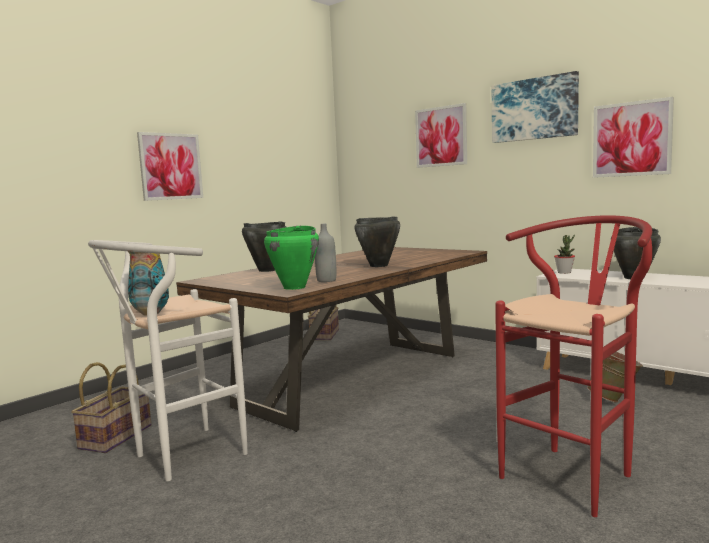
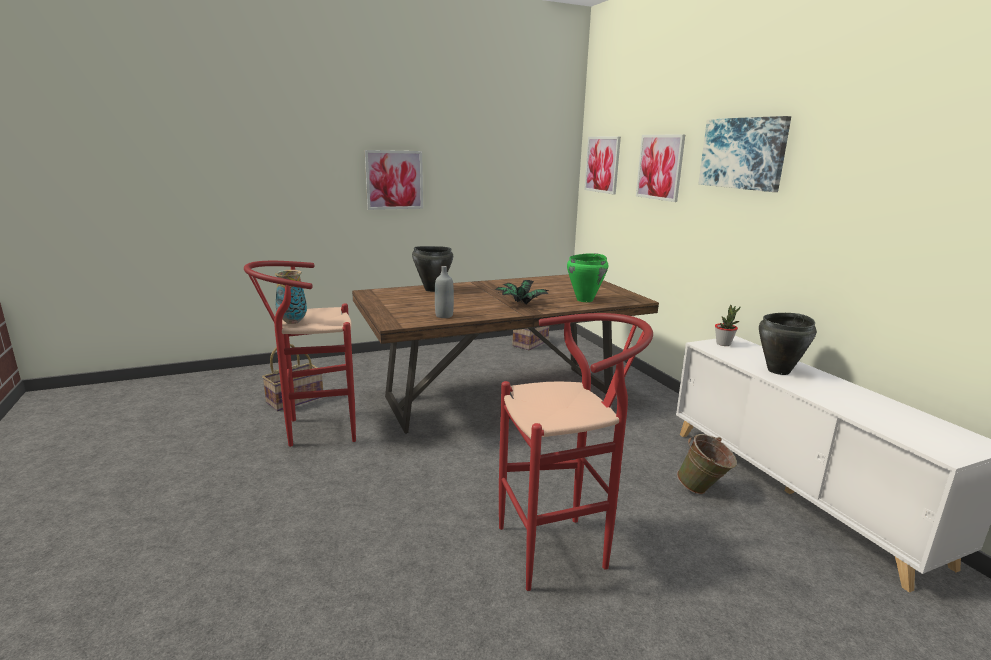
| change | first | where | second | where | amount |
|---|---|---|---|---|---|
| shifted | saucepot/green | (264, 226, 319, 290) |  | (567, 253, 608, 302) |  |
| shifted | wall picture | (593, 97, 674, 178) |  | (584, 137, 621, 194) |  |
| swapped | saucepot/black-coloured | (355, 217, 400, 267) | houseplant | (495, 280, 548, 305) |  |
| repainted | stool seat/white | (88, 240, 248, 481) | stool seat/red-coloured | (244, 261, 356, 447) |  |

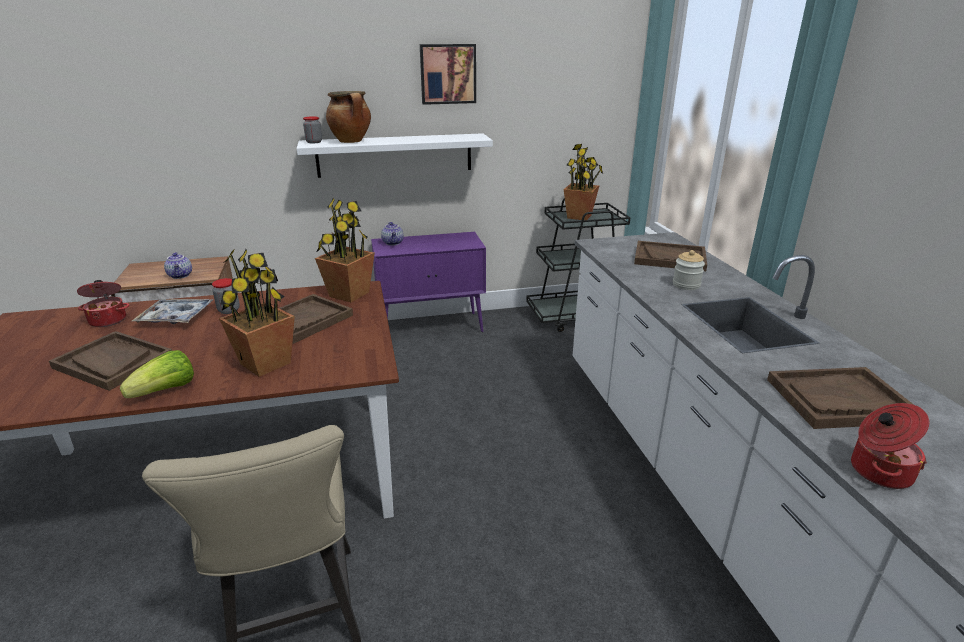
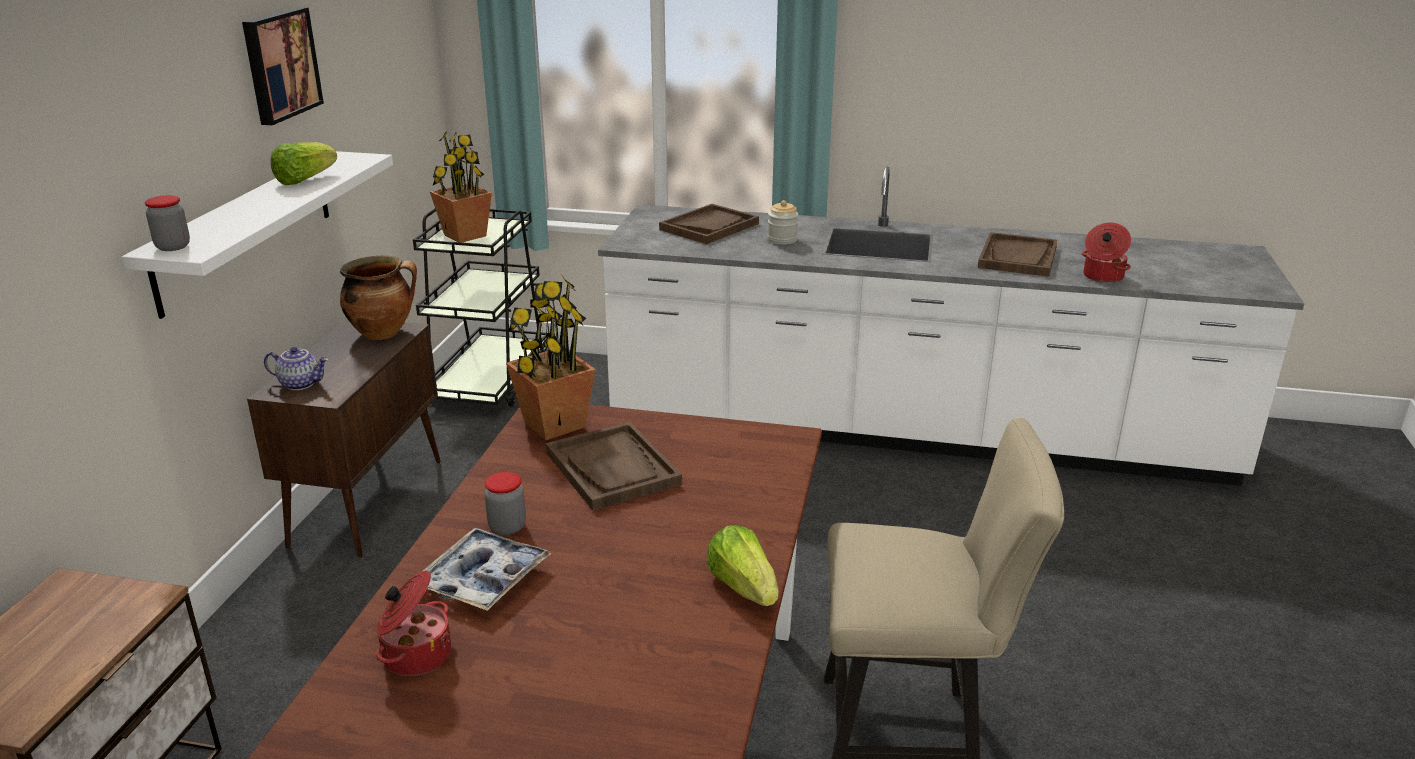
| change | first | where | second | where | amount |
|---|---|---|---|---|---|
| gone | serving tray/brown-coloured | (49, 331, 172, 391) |  |  |  |
| gone | teapot | (164, 252, 192, 279) |  |  |  |
| gone | houseplant | (219, 249, 295, 377) |  |  |  |
| new |  |  | head of lettuce | (271, 142, 337, 185) |  |
| shifted | saucepot | (326, 91, 371, 143) |  | (340, 256, 417, 340) |  |
| repainted | storage cabinet/purplish | (371, 232, 486, 332) | storage cabinet/brown-coloured | (247, 319, 441, 558) |  |

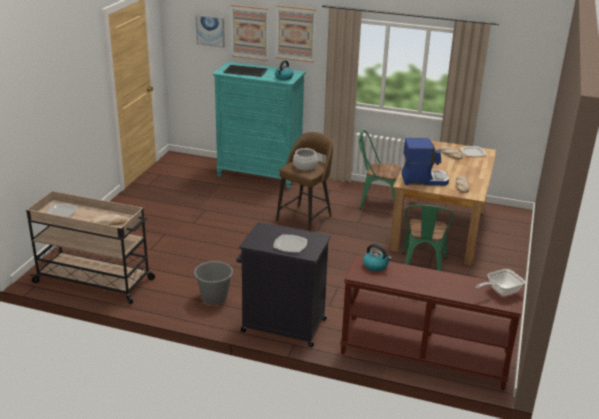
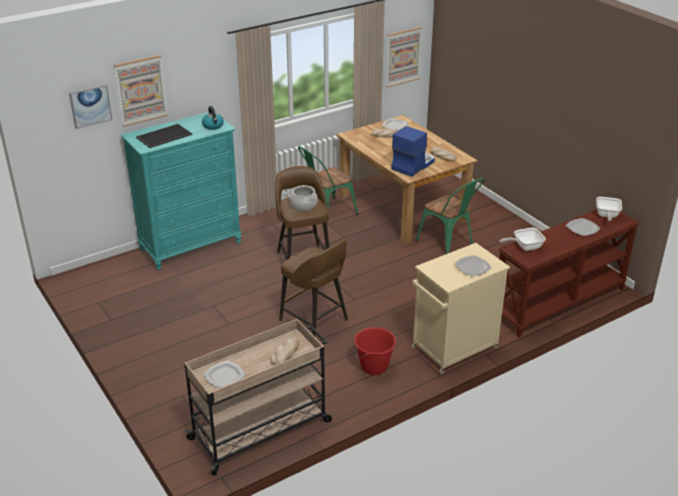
| change | first | where | second | where | amount |
|---|---|---|---|---|---|
| new |  |  | stool seat/brown-coloured | (279, 239, 348, 337) |  |
| new |  |  | dinner plate | (566, 218, 600, 236) |  |
| shifted | wall picture | (276, 5, 316, 63) |  | (386, 27, 422, 88) |  |
| swapped | kettle | (363, 244, 392, 271) | frying pan | (500, 228, 546, 251) |  |
| repainted | bucket/grey | (193, 261, 233, 305) | bucket/red-coloured | (354, 327, 396, 375) |  |
| repainted | storage cabinet/black-coloured | (237, 222, 331, 347) | storage cabinet/sand-coloured | (411, 243, 510, 374) |  |

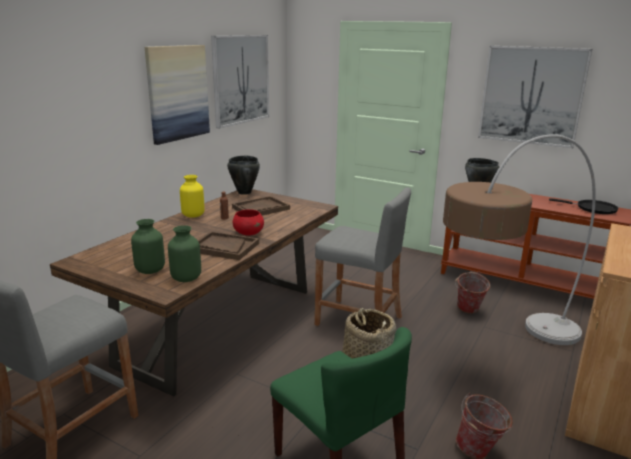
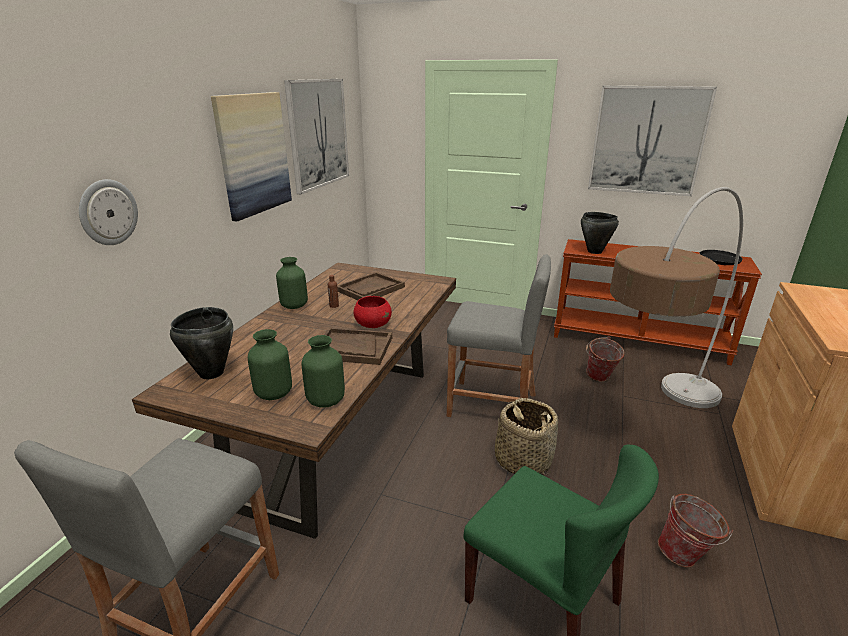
| change | first | where | second | where | amount |
|---|---|---|---|---|---|
| new |  |  | wall clock | (79, 179, 138, 245) |  |
| shifted | saucepot/black-coloured | (227, 156, 260, 195) |  | (170, 307, 233, 379) |  |
| repainted | flower vase/yellow | (180, 175, 205, 218) | flower vase/green | (276, 257, 308, 309) |  |

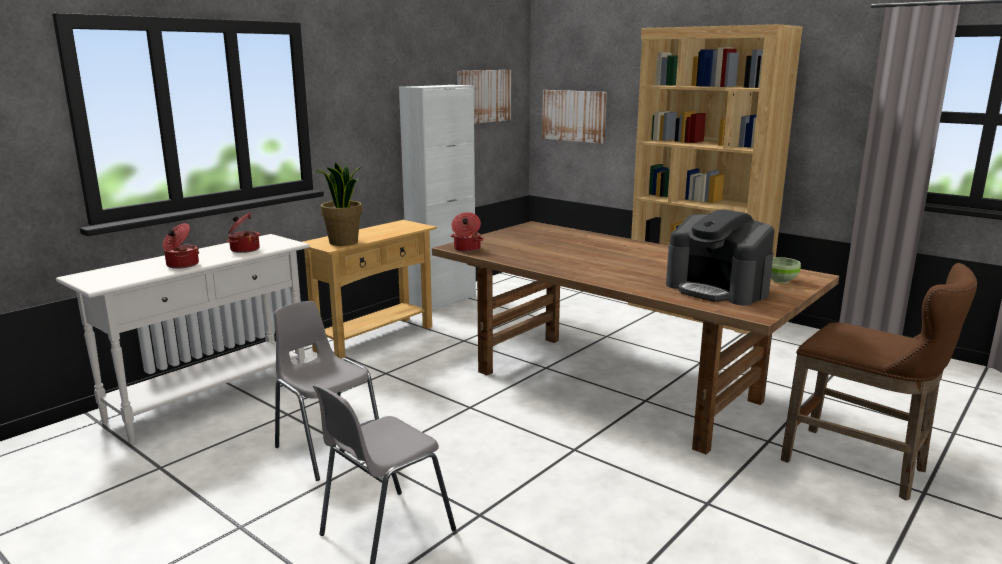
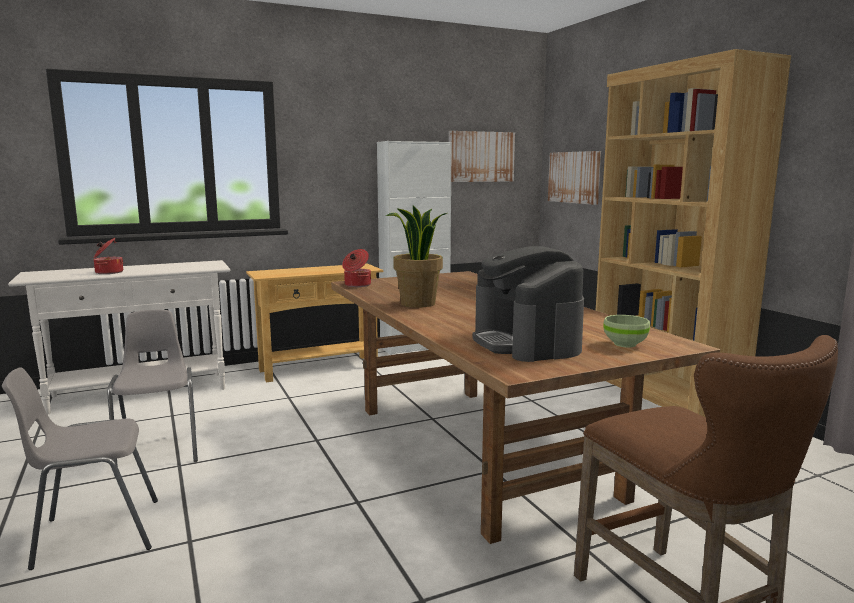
| change | first | where | second | where | amount |
|---|---|---|---|---|---|
| gone | saucepot | (227, 212, 260, 253) |  |  |  |
| shifted | houseplant | (314, 163, 362, 246) |  | (386, 205, 447, 308) |  |

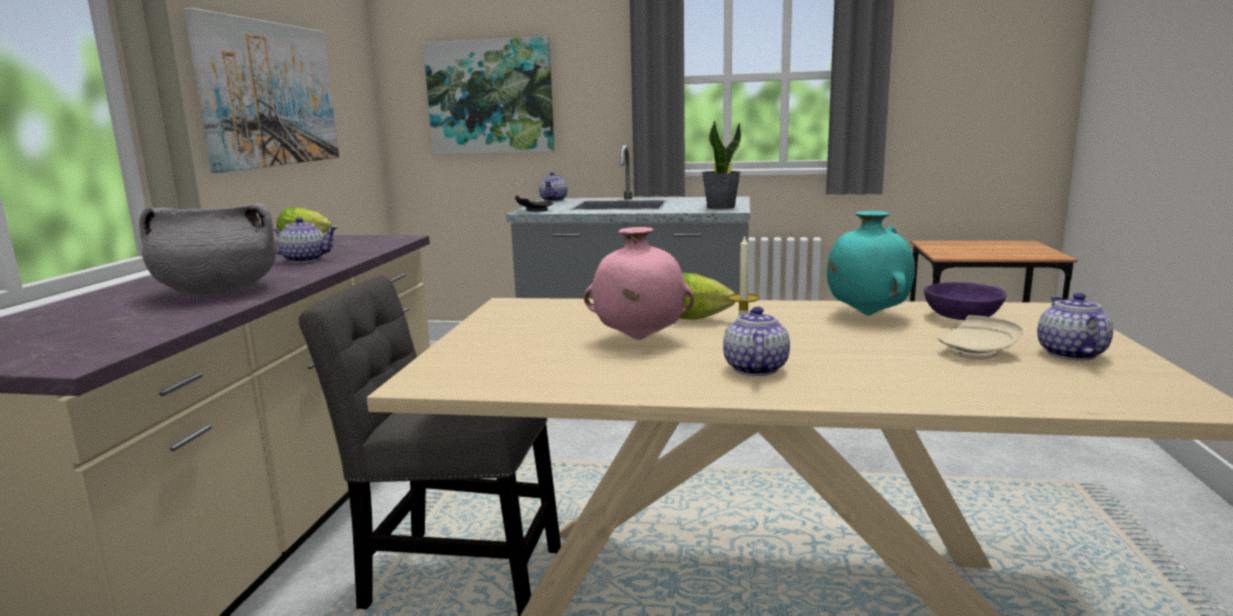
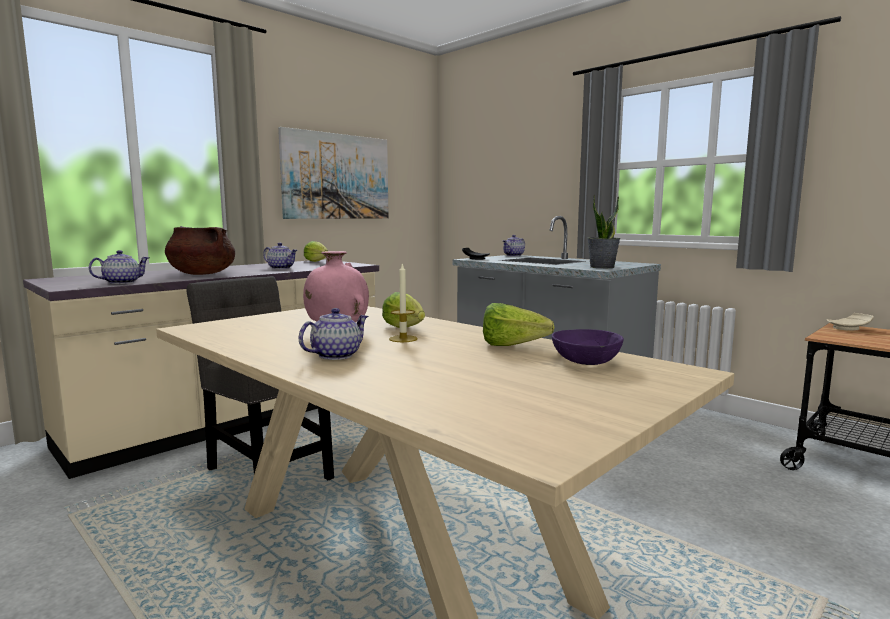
| change | first | where | second | where | amount |
|---|---|---|---|---|---|
| gone | wall picture | (423, 36, 555, 154) |  |  |  |
| shifted | dinner plate/sand-coloured | (937, 315, 1023, 360) |  | (826, 313, 874, 331) |  |
| shifted | teapot | (1037, 293, 1113, 361) |  | (89, 250, 149, 284) |  |
| swapped | flower vase/turquoise-coloured | (827, 211, 915, 316) | head of lettuce | (483, 303, 555, 346) |  |
| repainted | saucepot/grey | (140, 204, 277, 294) | saucepot/brown-coloured | (165, 226, 235, 275) |  |

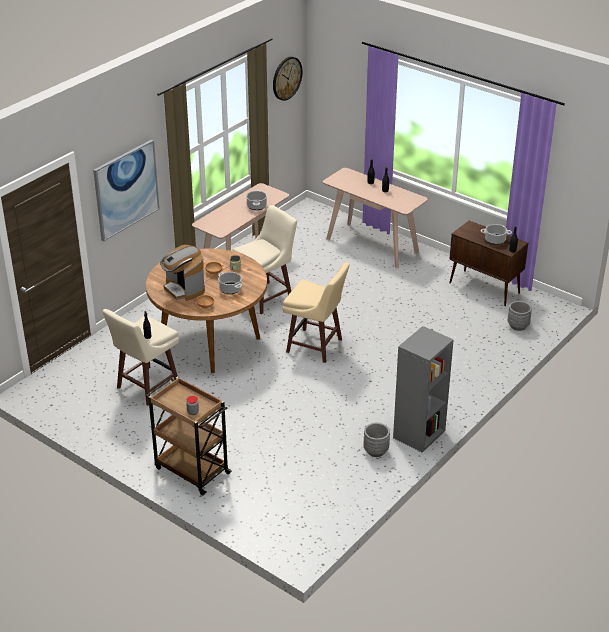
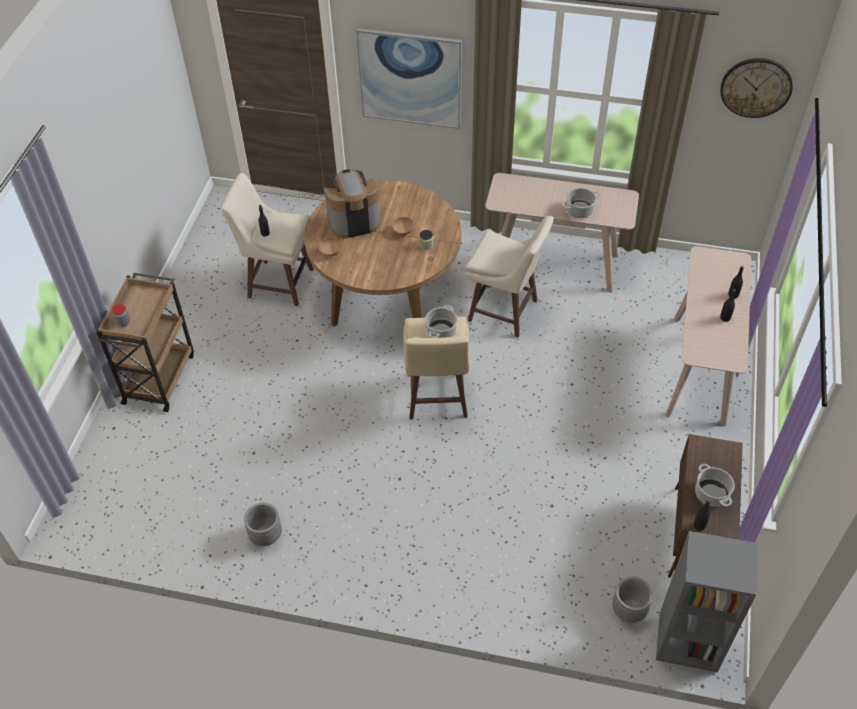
| change | first | where | second | where | amount |
|---|---|---|---|---|---|
| shifted | saucepot | (218, 272, 242, 294) |  | (425, 305, 457, 338) |  |
| shifted | bookcase/grey | (393, 326, 454, 453) |  | (656, 531, 758, 672) |  |
| rotated | coffee maker | (160, 245, 205, 301) |  | (324, 169, 380, 238) | 45 degrees clockwise |

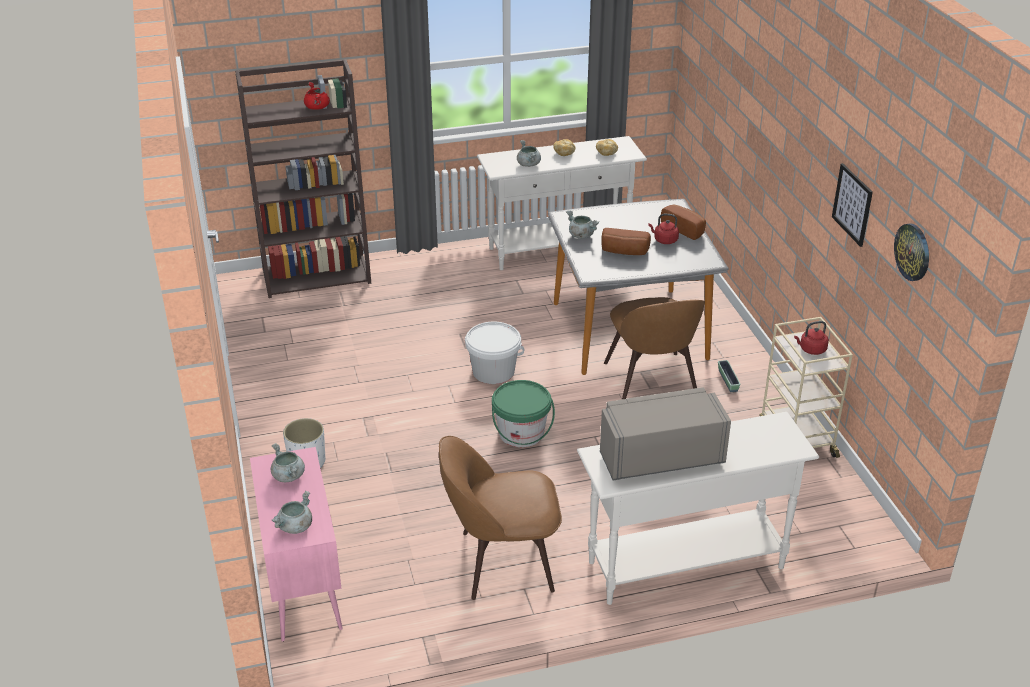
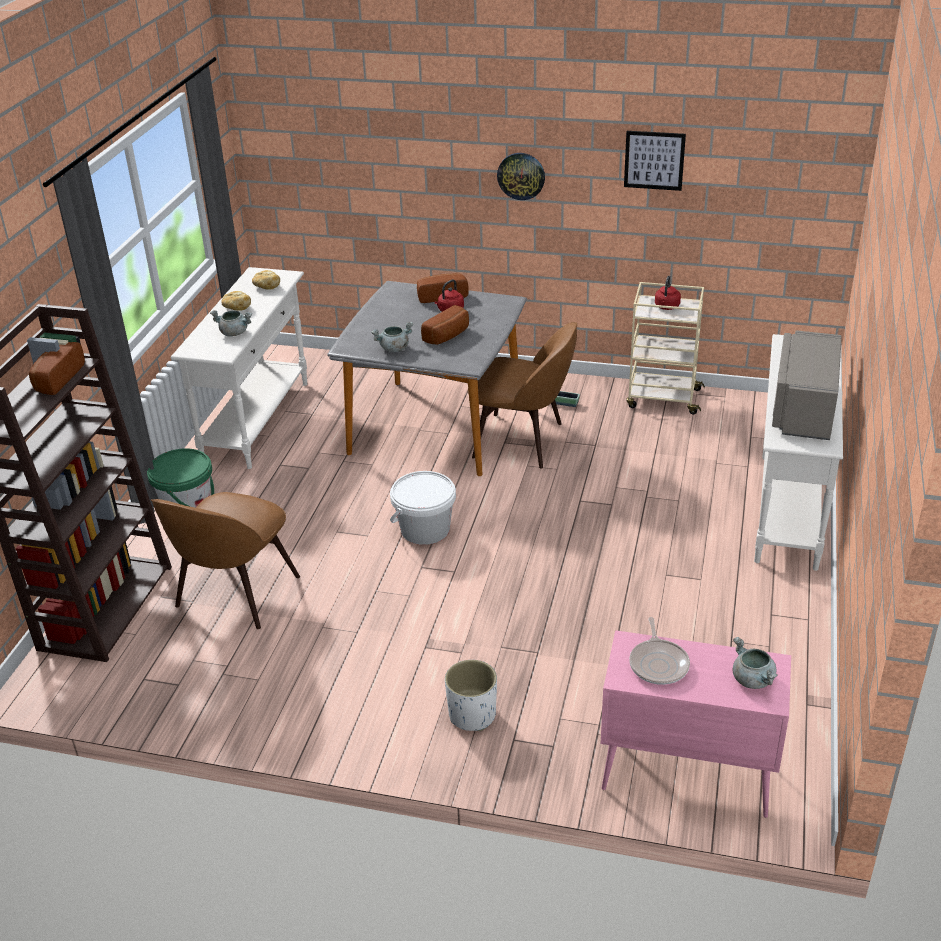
| change | first | where | second | where | amount |
|---|---|---|---|---|---|
| shifted | chair/brown-coloured | (439, 436, 562, 600) |  | (151, 492, 300, 629) |  |
| shifted | bucket/green | (492, 380, 555, 447) |  | (147, 448, 214, 508) |  |
| shifted | wall clock | (894, 223, 929, 281) |  | (497, 153, 545, 200) |  |
| swapped | saucepot/grey | (271, 443, 305, 482) | frying pan | (629, 617, 690, 685) |  |
| swapped | saucepot/red-coloured | (304, 82, 330, 110) | bakery bread | (29, 342, 85, 395) |  |

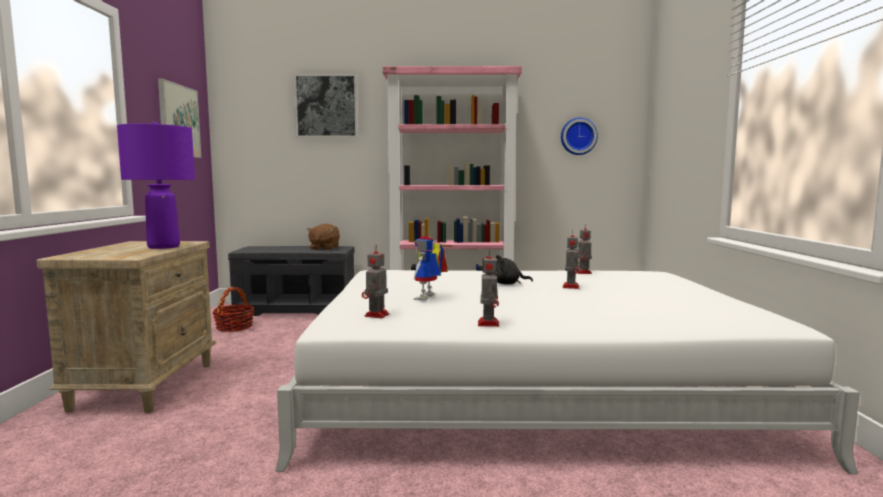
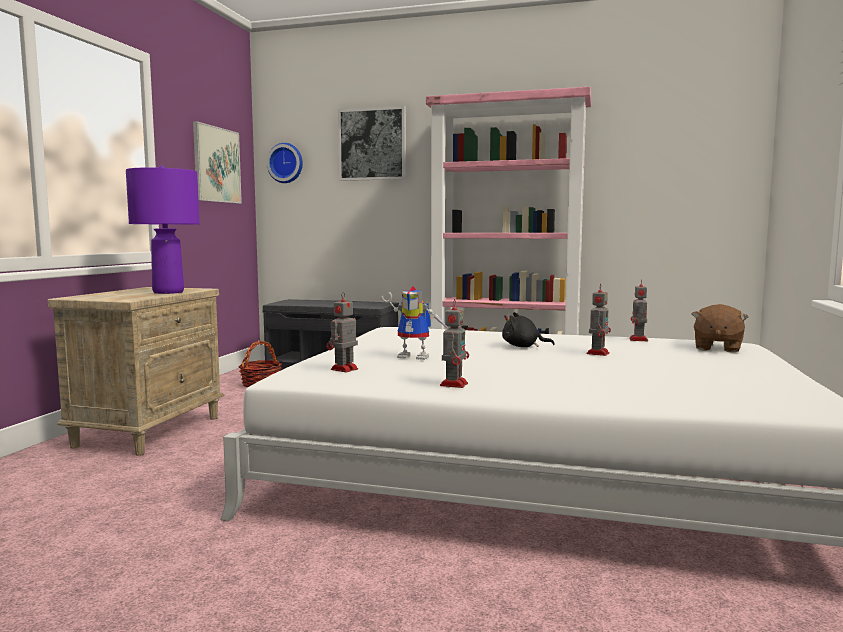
| change | first | where | second | where | amount |
|---|---|---|---|---|---|
| shifted | plush toy/brown-coloured | (307, 224, 340, 250) |  | (692, 304, 748, 353) |  |
| shifted | wall clock | (561, 118, 598, 155) |  | (267, 143, 303, 183) |  |
| rotated | robot figure | (414, 236, 448, 301) |  | (381, 286, 448, 360) | 105 degrees counterclockwise |

